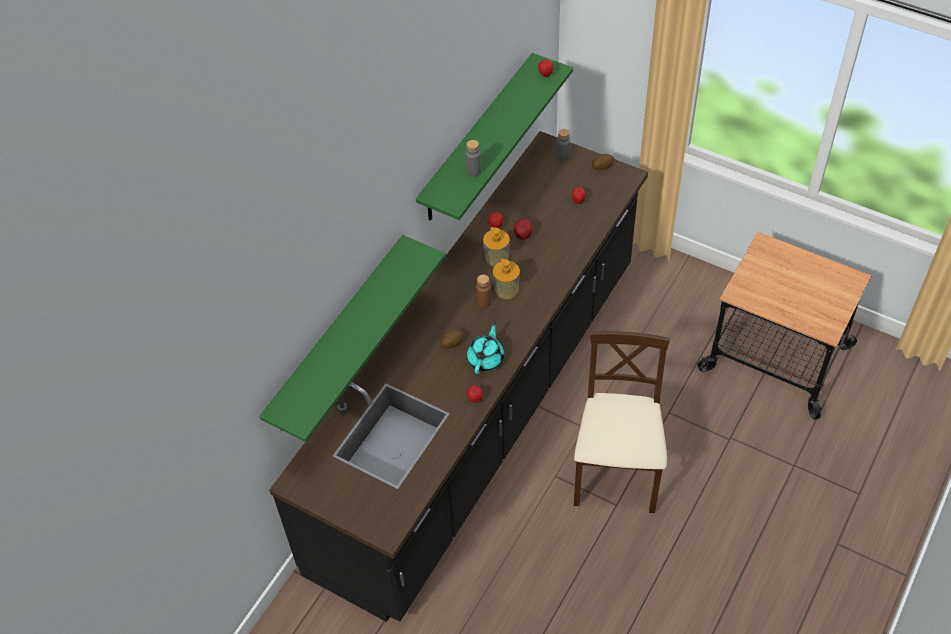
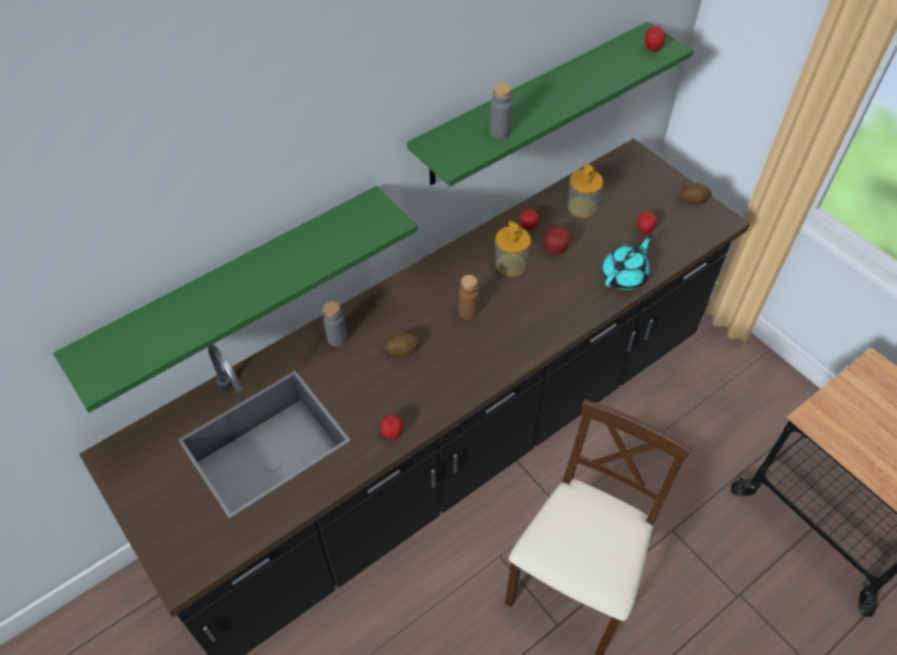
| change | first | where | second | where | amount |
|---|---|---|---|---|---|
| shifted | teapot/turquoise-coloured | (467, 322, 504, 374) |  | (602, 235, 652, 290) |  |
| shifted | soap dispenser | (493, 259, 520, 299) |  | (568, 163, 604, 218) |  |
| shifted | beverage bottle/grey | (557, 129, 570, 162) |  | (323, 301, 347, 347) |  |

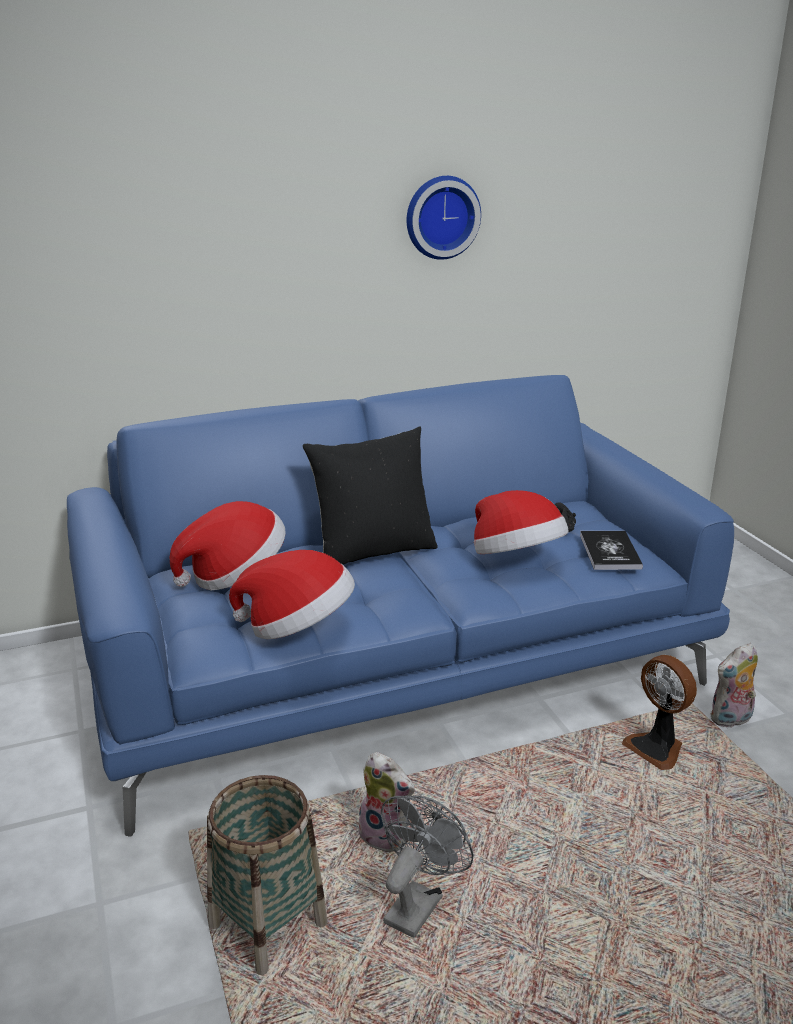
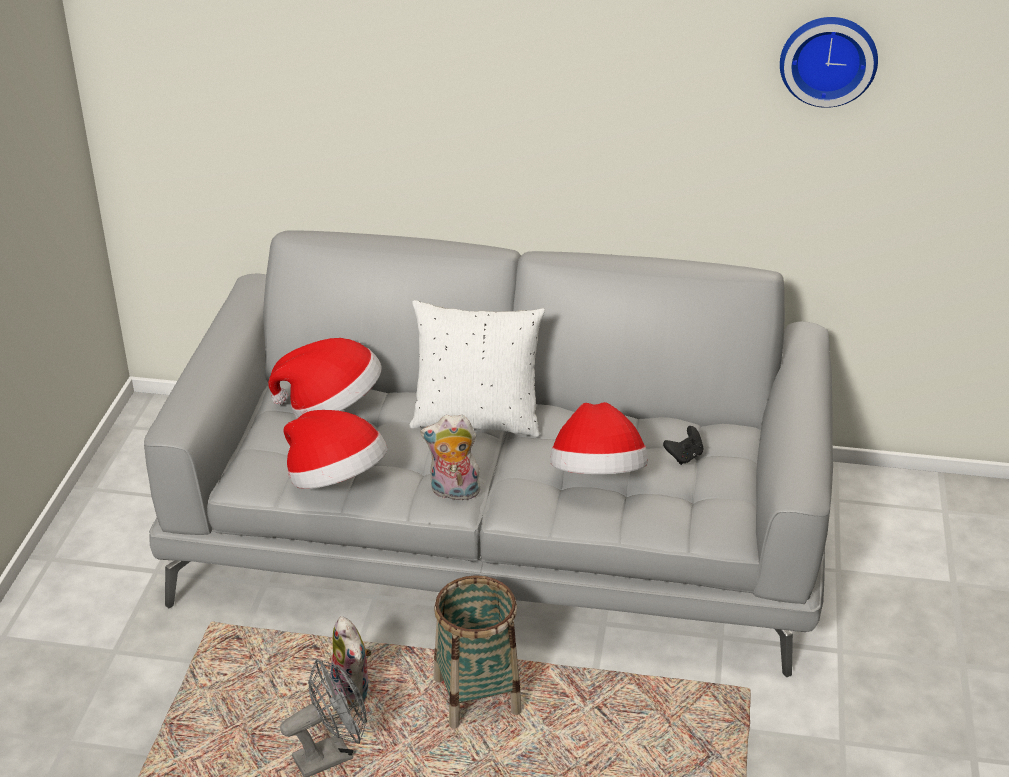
| change | first | where | second | where | amount |
|---|---|---|---|---|---|
| gone | bound book | (580, 531, 643, 570) |  |  |  |
| gone | electric fan | (622, 655, 697, 770) |  |  |  |
| shifted | storage basket | (207, 775, 328, 975) |  | (434, 575, 521, 729) |  |
| shifted | wall clock | (407, 176, 481, 260) |  | (780, 17, 878, 108) |  |
| shifted | plush toy | (710, 643, 758, 728) |  | (420, 414, 480, 502) |  |
| repainted | settee/bluish | (67, 375, 734, 837) | settee/grey | (144, 230, 833, 677) |  |
| repainted | cushion/black-coloured | (303, 427, 438, 565) | cushion/white | (409, 300, 545, 437) |  |

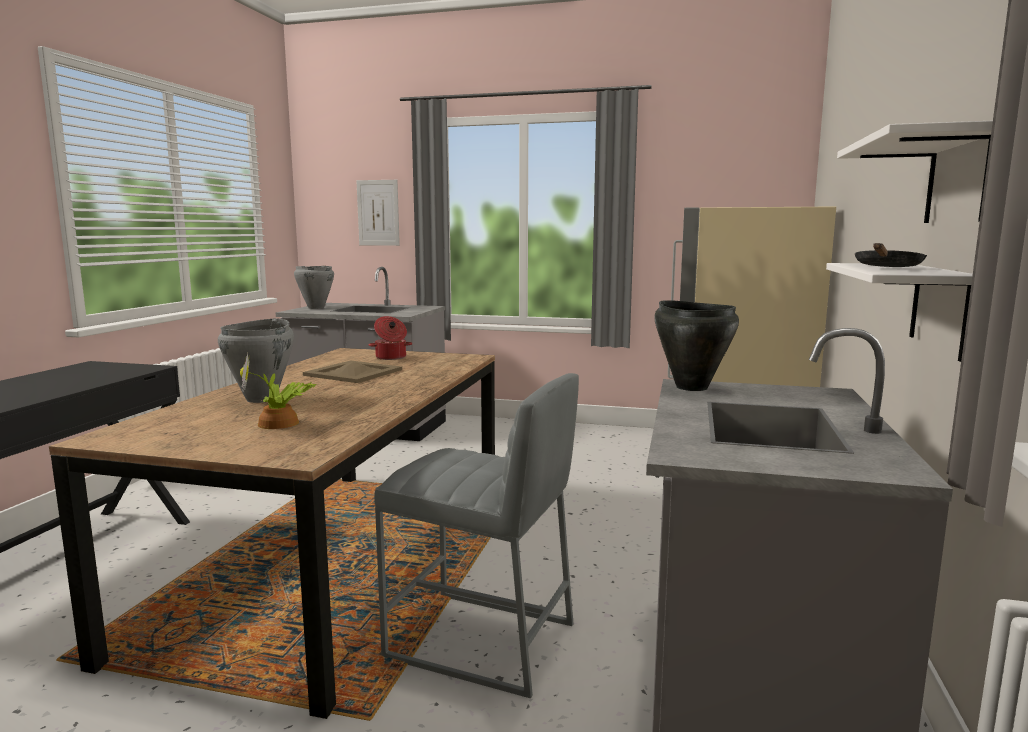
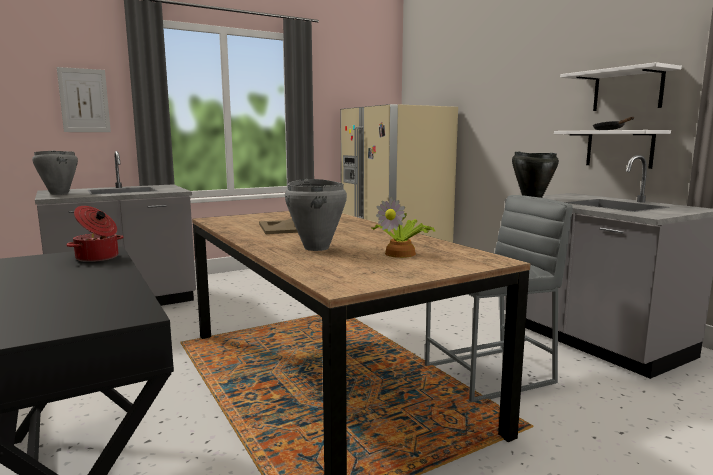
| change | first | where | second | where | amount |
|---|---|---|---|---|---|
| shifted | saucepot | (369, 316, 412, 360) |  | (66, 206, 124, 262) |  |

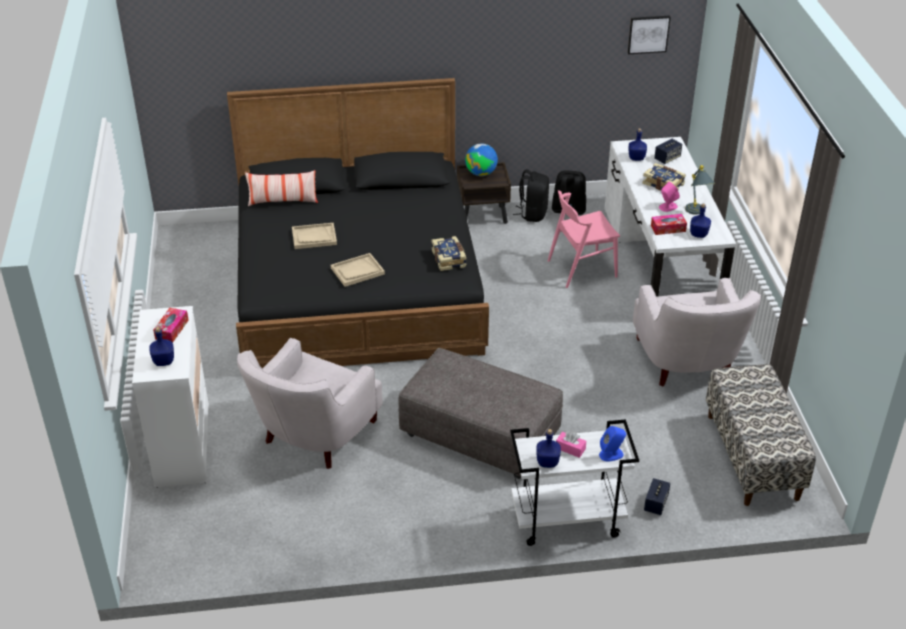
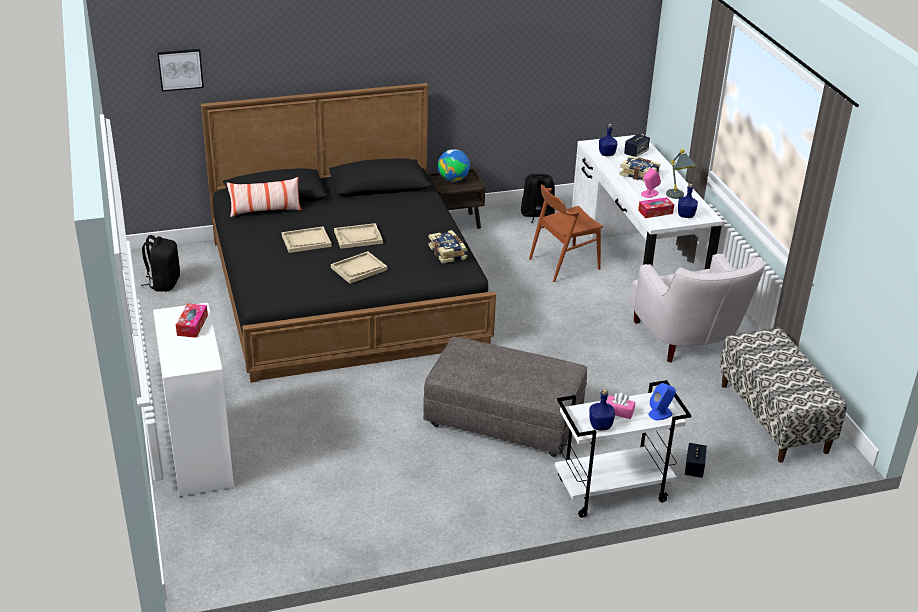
| change | first | where | second | where | amount |
|---|---|---|---|---|---|
| gone | beverage bottle/bluish | (149, 327, 174, 366) |  |  |  |
| gone | armchair/white | (237, 338, 383, 469) |  |  |  |
| new |  |  | serving tray/sand-coloured | (334, 223, 383, 249) |  |
| shifted | rucksack/black-coloured | (513, 169, 549, 222) |  | (141, 235, 180, 292) |  |
| shifted | wall picture | (628, 16, 671, 54) |  | (157, 49, 204, 92) |  |
| repainted | chair/pinkish | (548, 190, 620, 288) | chair/brown-coloured | (529, 185, 603, 282) |  |

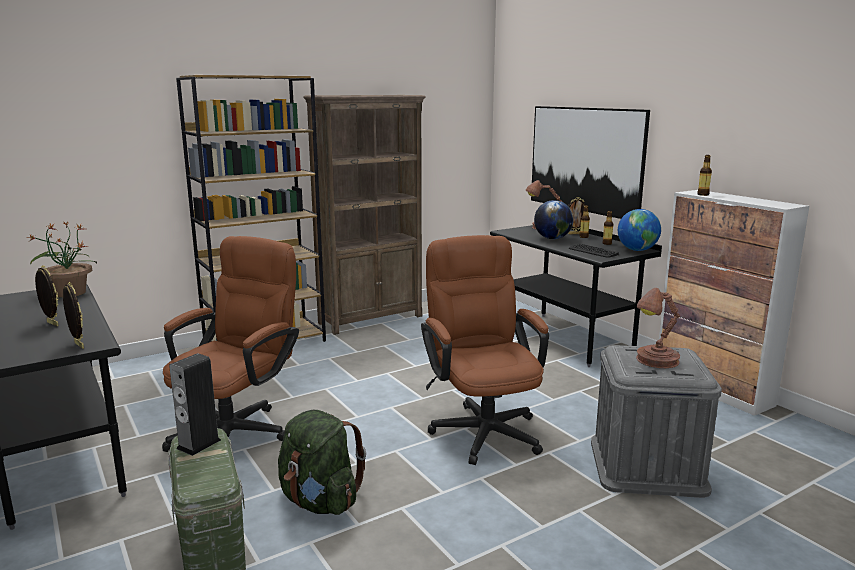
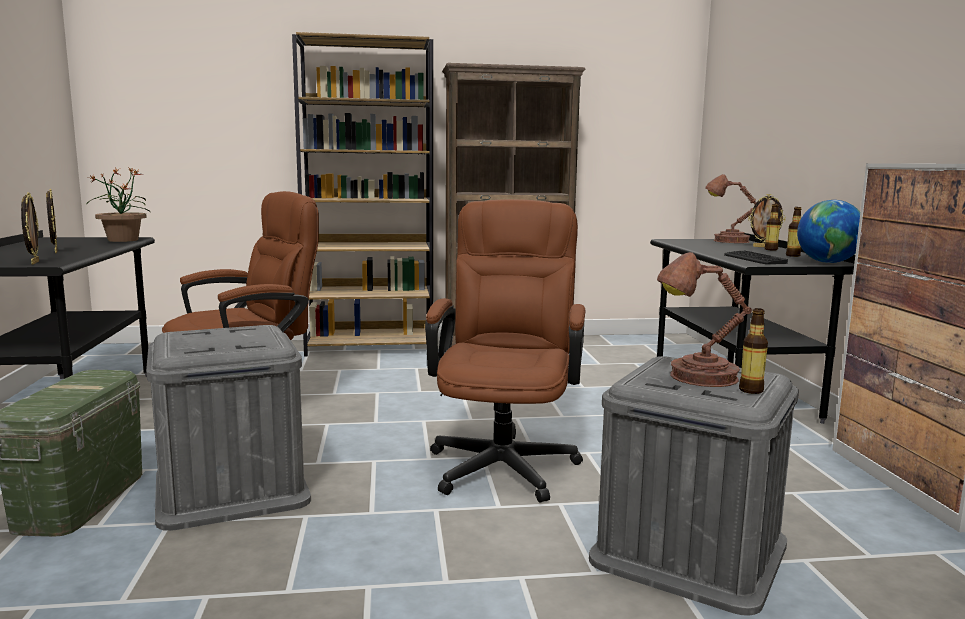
| change | first | where | second | where | amount |
|---|---|---|---|---|---|
| gone | loudspeaker | (169, 353, 221, 456) |  |  |  |
| gone | wall picture | (531, 106, 650, 219) |  |  |  |
| gone | globe | (534, 200, 574, 239) |  |  |  |
| shifted | beverage bottle | (697, 155, 712, 196) |  | (739, 308, 768, 394) |  |
| swapped | rucksack/green | (278, 410, 366, 515) | storage box/grey | (146, 325, 311, 531) |  |

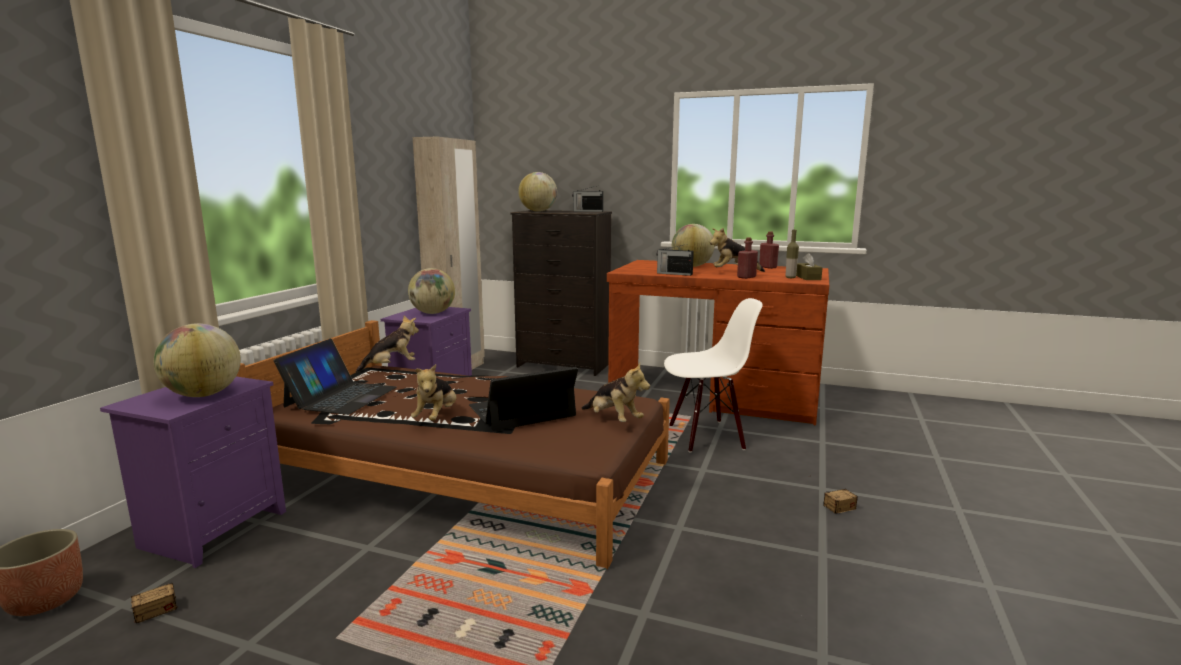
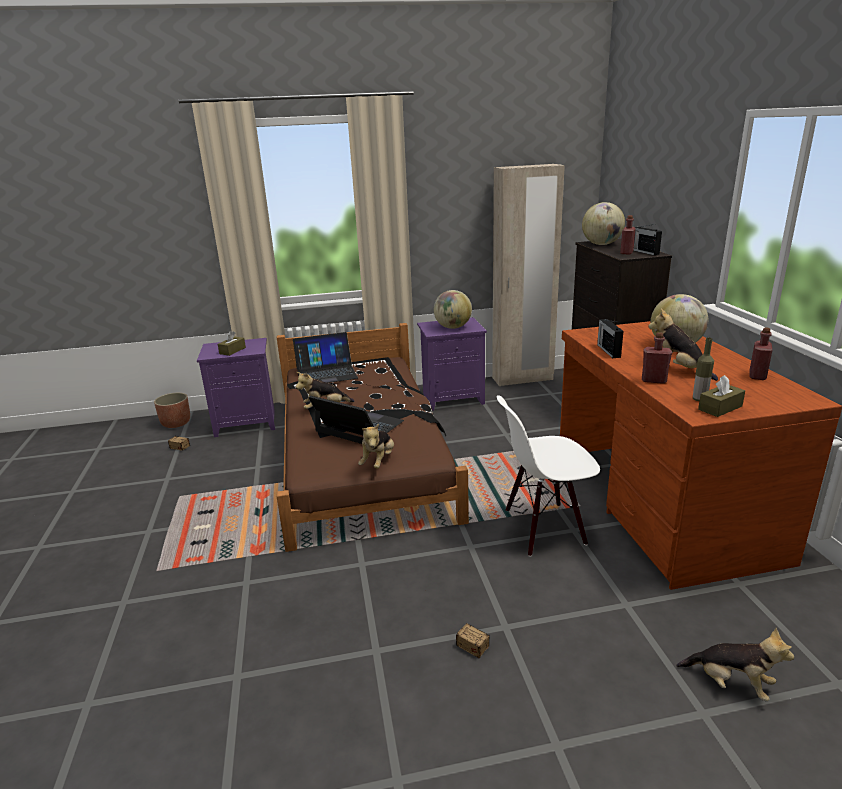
| change | first | where | second | where | amount |
|---|---|---|---|---|---|
| new |  |  | beverage bottle/red-coloured | (620, 215, 636, 254) |  |
| shifted | plush toy | (356, 316, 419, 373) |  | (676, 628, 794, 701) |  |
| swapped | globe | (154, 323, 241, 397) | tissue box/brown-coloured | (218, 331, 246, 356) |  |
| rotated | chair/white | (664, 298, 763, 453) |  | (497, 395, 600, 557) | 120 degrees clockwise |

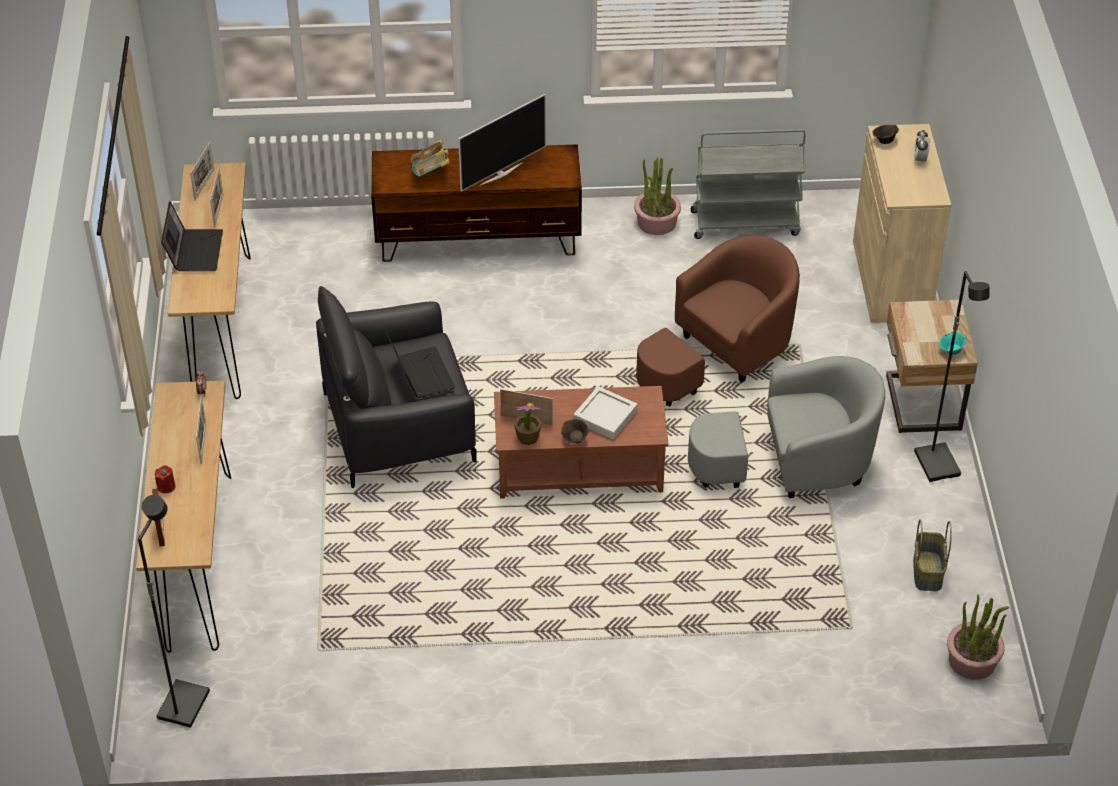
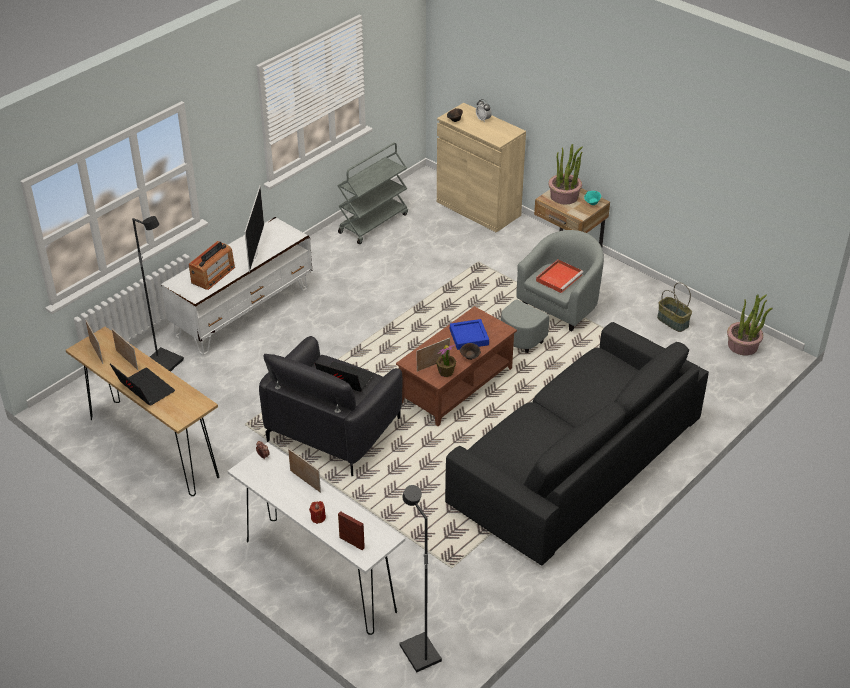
| change | first | where | second | where | amount |
|---|---|---|---|---|---|
| gone | armchair/brown-coloured | (636, 235, 800, 406) |  |  |  |
| new |  |  | settee/black-coloured | (445, 322, 709, 565) |  |
| new |  |  | serving tray/red-coloured | (536, 260, 583, 293) |  |
| shifted | houseplant | (634, 157, 681, 235) |  | (548, 144, 583, 205) |  |
| shifted | standard lamp/black-coloured | (914, 271, 989, 482) |  | (132, 216, 184, 372) |  |
| swapped | bound book | (411, 139, 450, 176) | radio receiver | (189, 241, 235, 290) |  |
| repainted | console table/brown-coloured | (136, 381, 231, 653) | console table/white | (227, 442, 405, 635) |  |
| repainted | tv unit/brown-coloured | (371, 144, 582, 262) | tv unit/white | (161, 217, 312, 355) |  |
| repainted | serving tray/grey | (574, 386, 637, 440) | serving tray/bluish | (450, 319, 489, 350) |  |

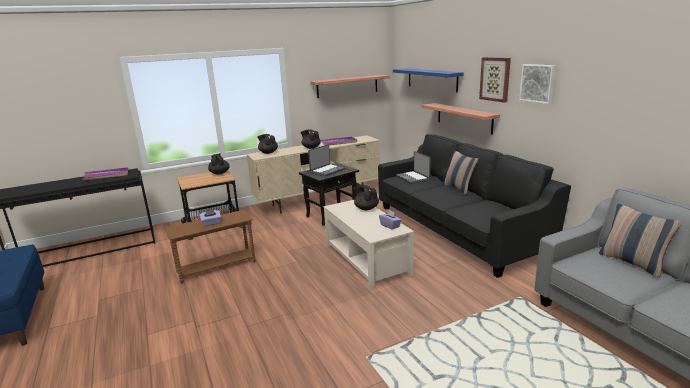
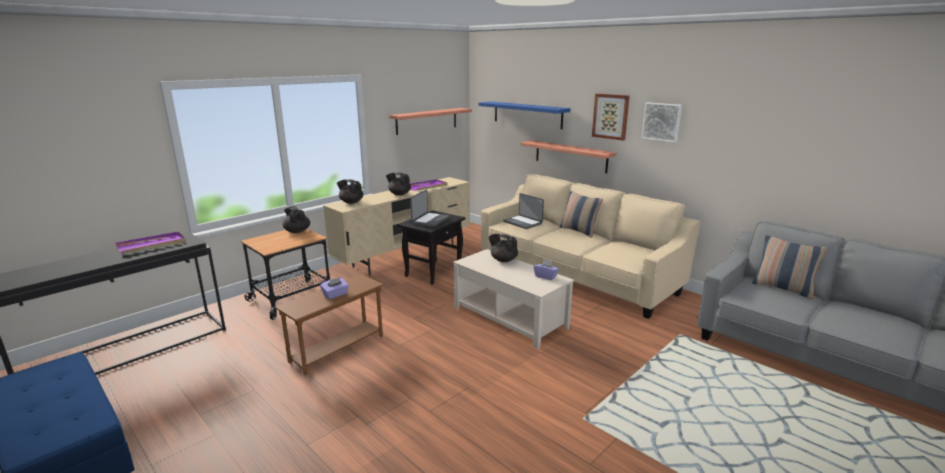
| change | first | where | second | where | amount |
|---|---|---|---|---|---|
| repainted | settee/black-coloured | (378, 134, 571, 278) | settee/sand-coloured | (481, 174, 700, 319) |  |

